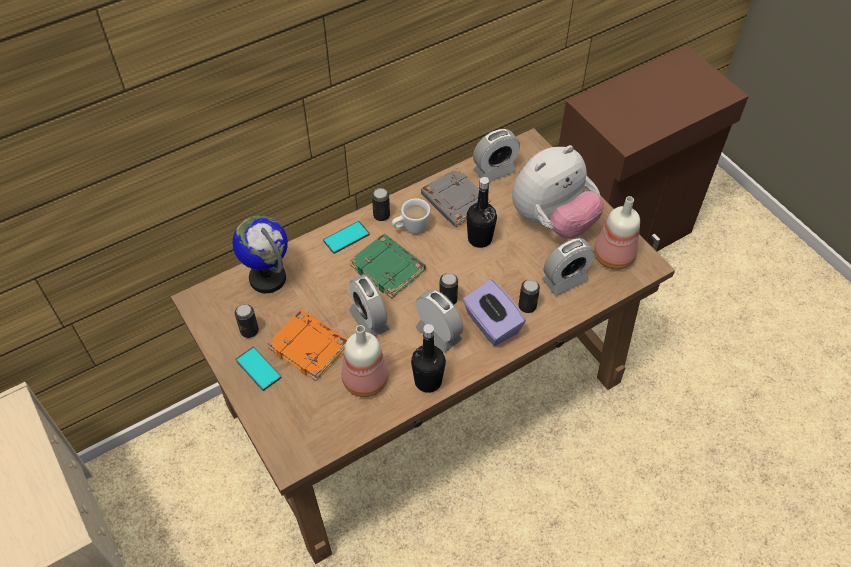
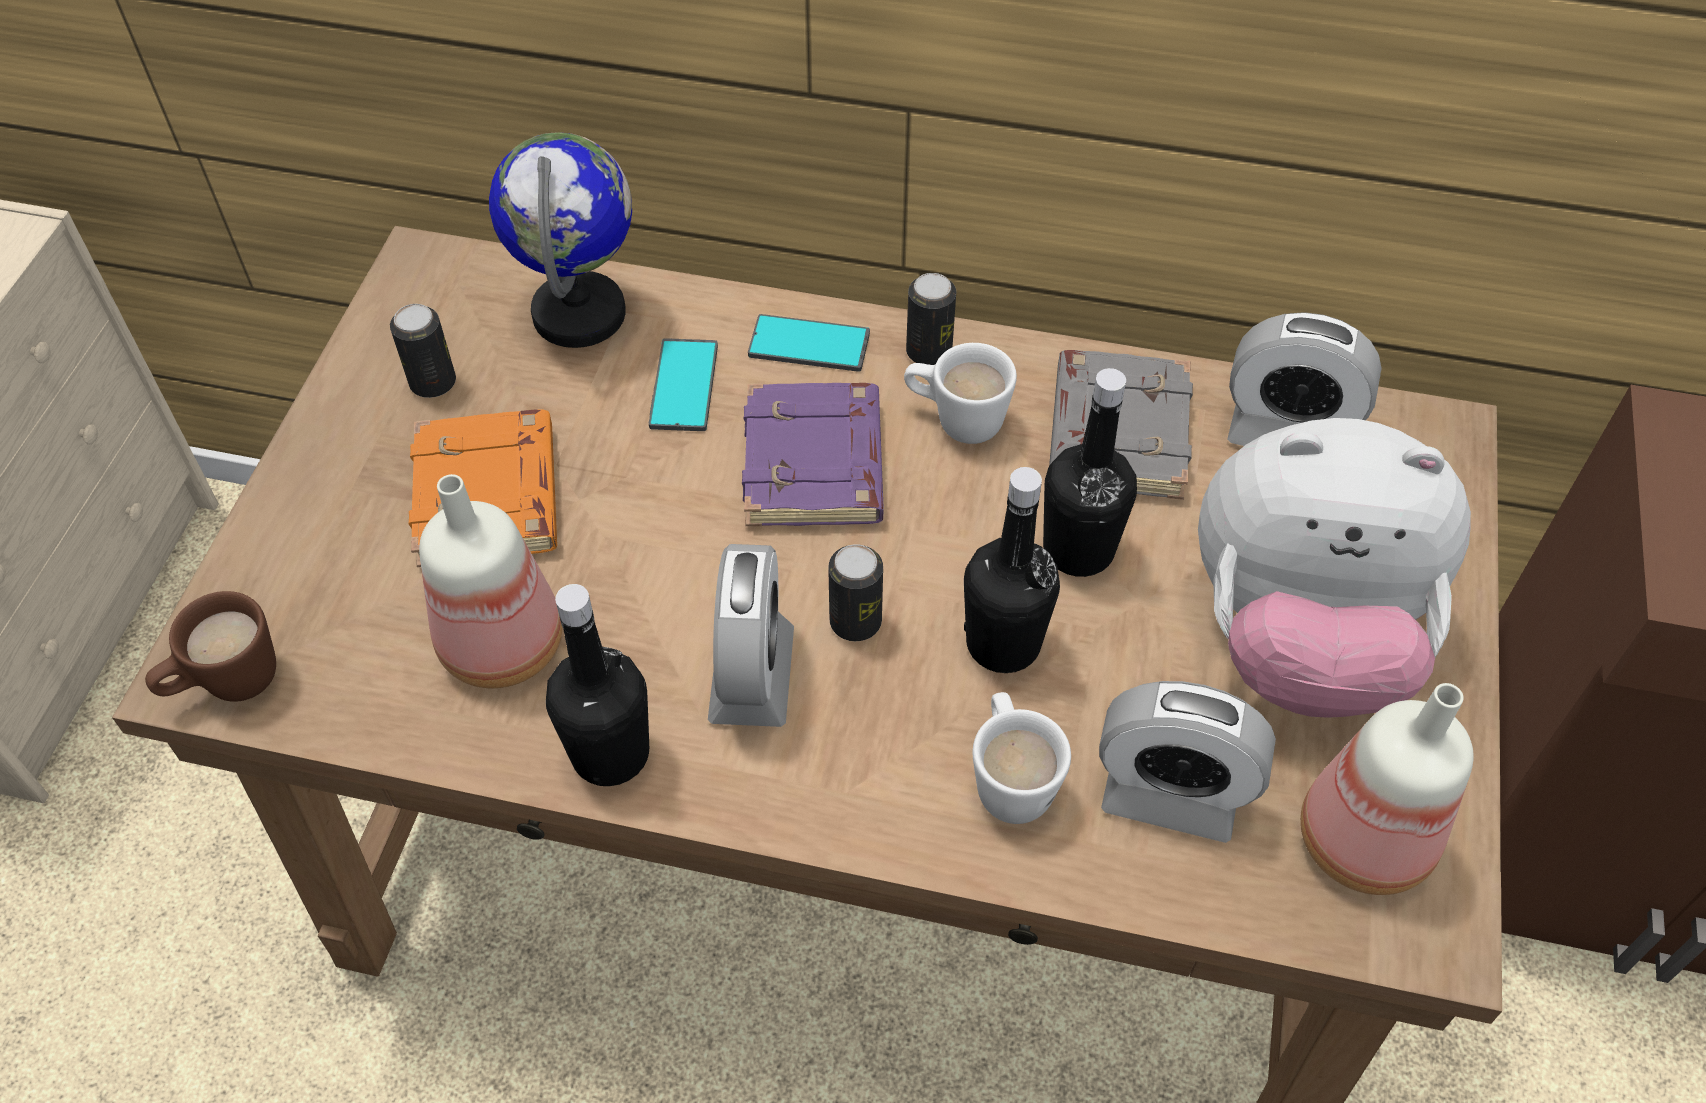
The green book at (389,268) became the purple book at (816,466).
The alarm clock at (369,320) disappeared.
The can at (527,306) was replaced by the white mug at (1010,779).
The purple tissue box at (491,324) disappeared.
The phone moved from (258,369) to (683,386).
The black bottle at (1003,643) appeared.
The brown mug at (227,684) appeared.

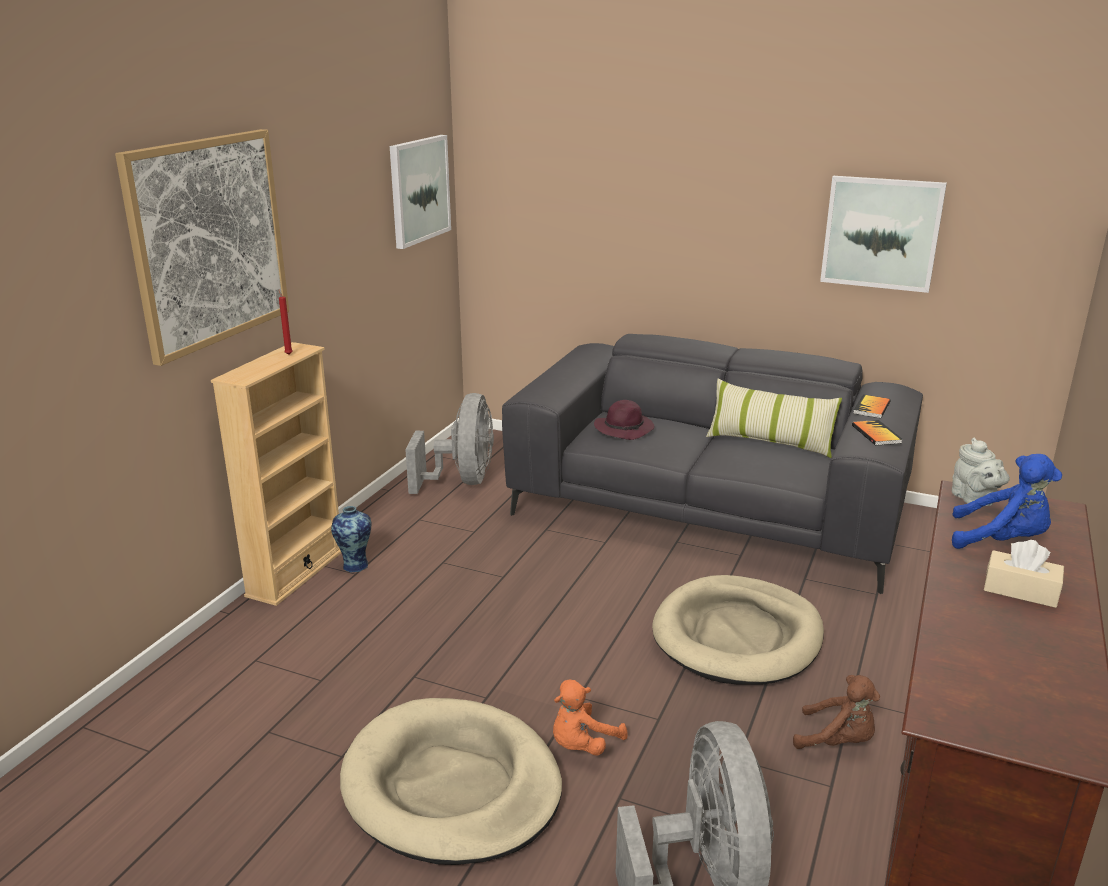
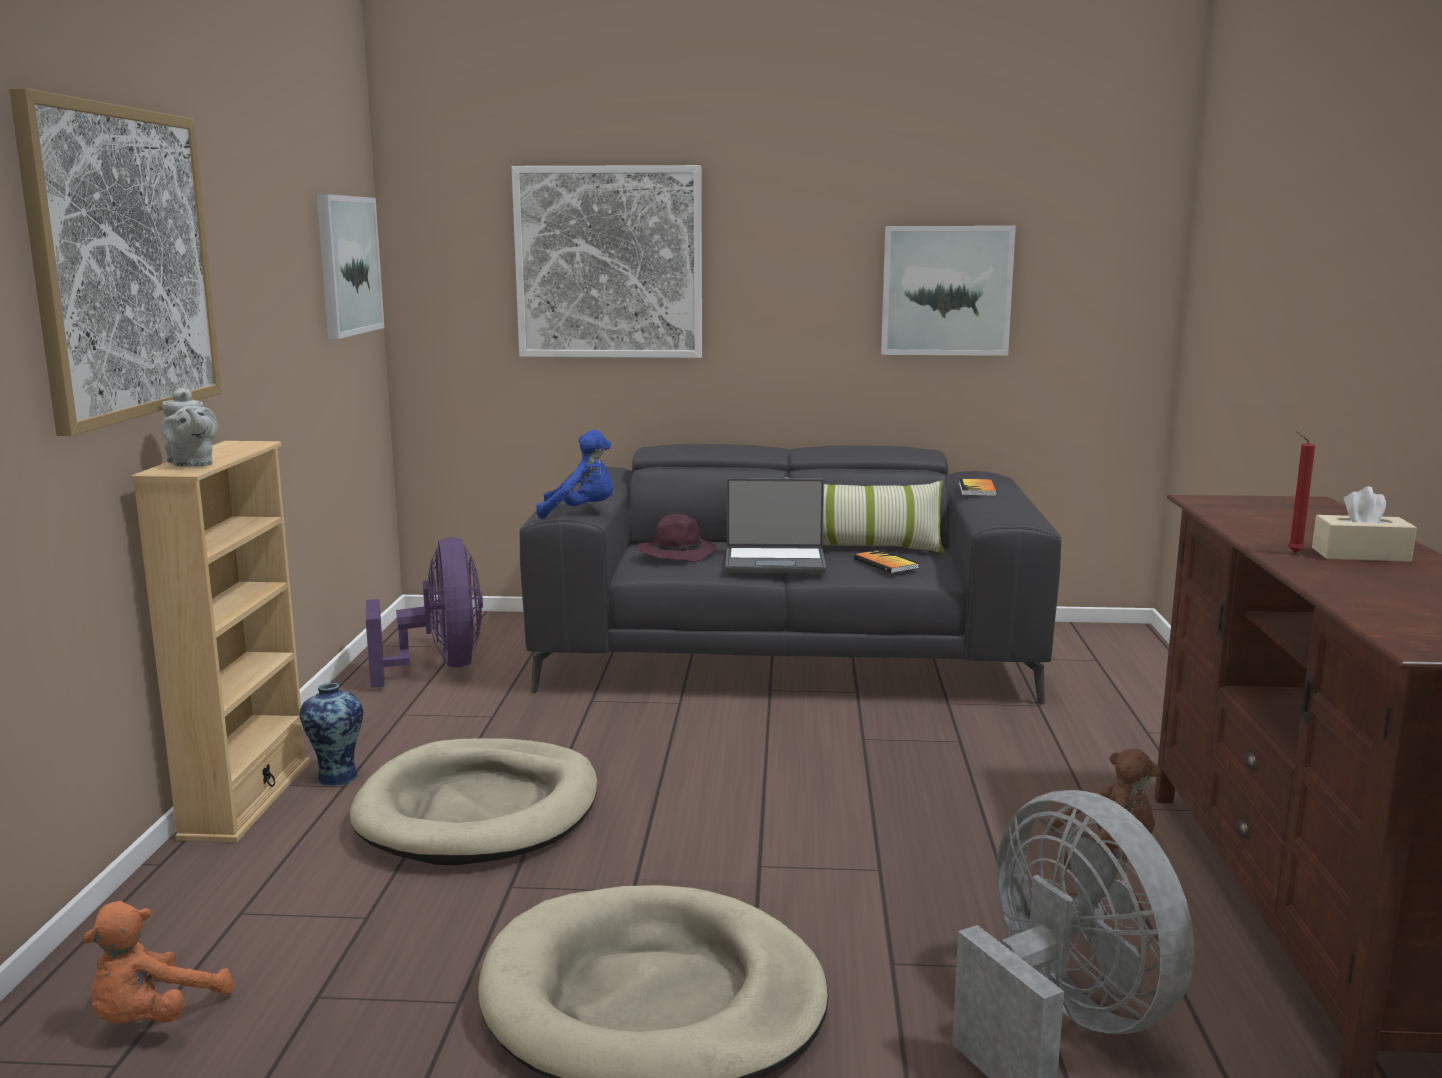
The red candle moved from (288,354) to (1292,552).
The grey fan at (462,481) became the purple fan at (440,667).
The book moved from (876,434) to (886,563).
The grey teapot moved from (974,500) to (191,464).
The blue plush toy moved from (1001,541) to (581,512).
The beige dog bed moved from (737,636) to (479,810).
The orange plush toy moved from (582,745) to (153,1018).
The picture at (609,263) appeared.
The laptop at (775,562) appeared.

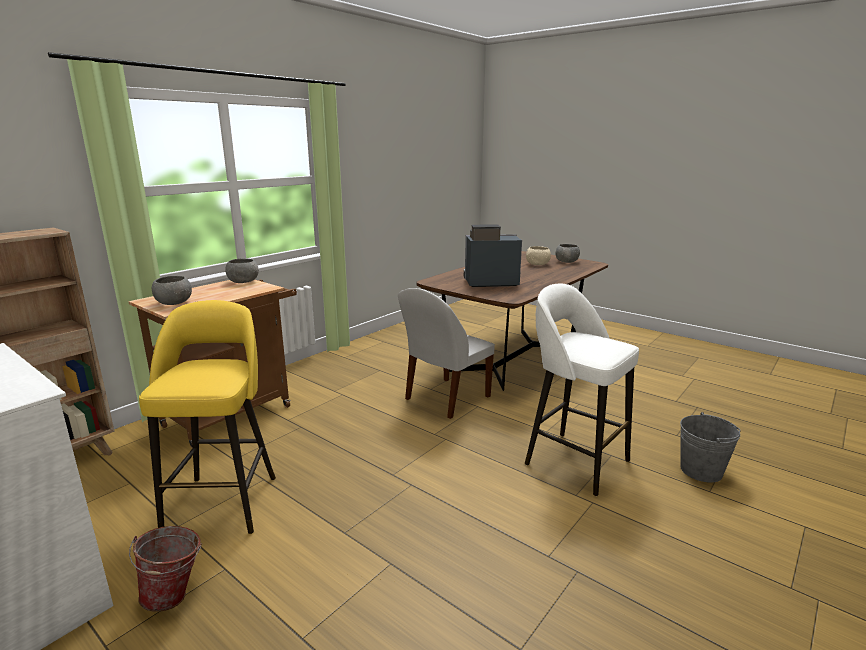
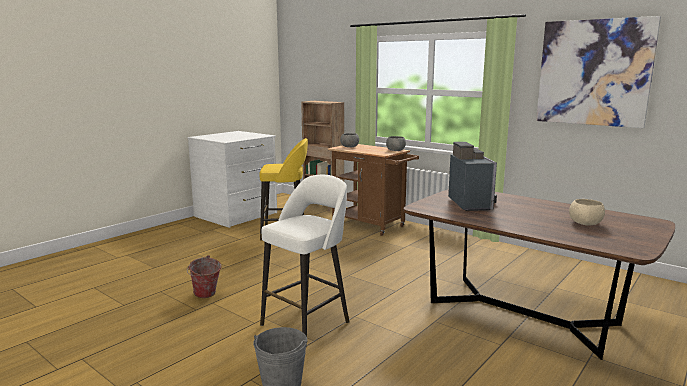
The grey bowl at (566,262) disappeared.
The white chair at (446,399) disappeared.
The bucket moved from (176,595) to (206,296).
The picture at (593,73) appeared.

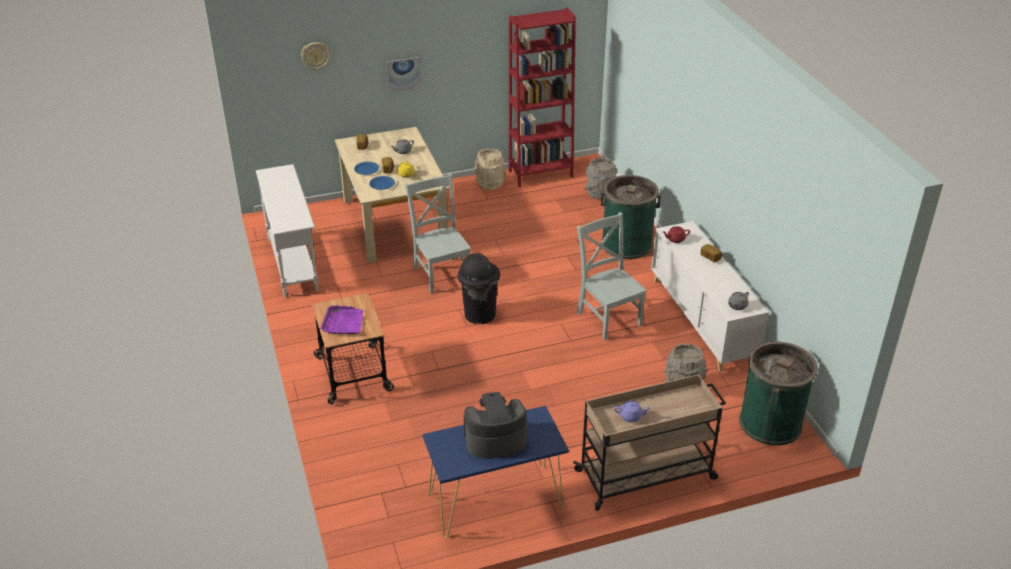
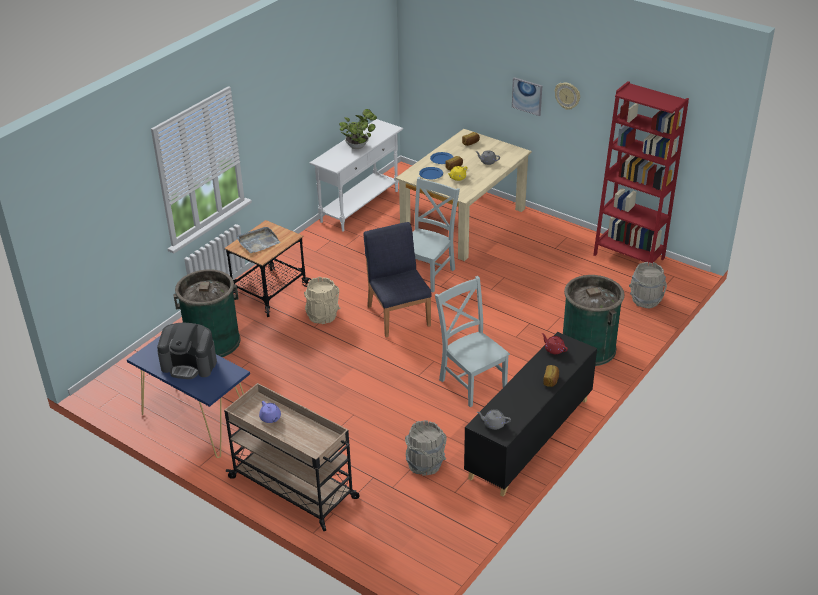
The wall clock moved from (315,55) to (567,95).
The beige bucket moved from (490,183) to (323,316).
The grey chair at (608,317) turned 60 degrees counterclockwise.
The white cabinet at (702,320) became the black cabinet at (529,439).
The black trash can at (479,314) was replaced by the blue chair at (398,315).
The purple tray at (343,322) became the grey tray at (258,242).
The green trash can moved from (770,423) to (213,341).
The coffee machine at (495,439) turned 150 degrees clockwise.
The potted plant at (358,146) appeared.

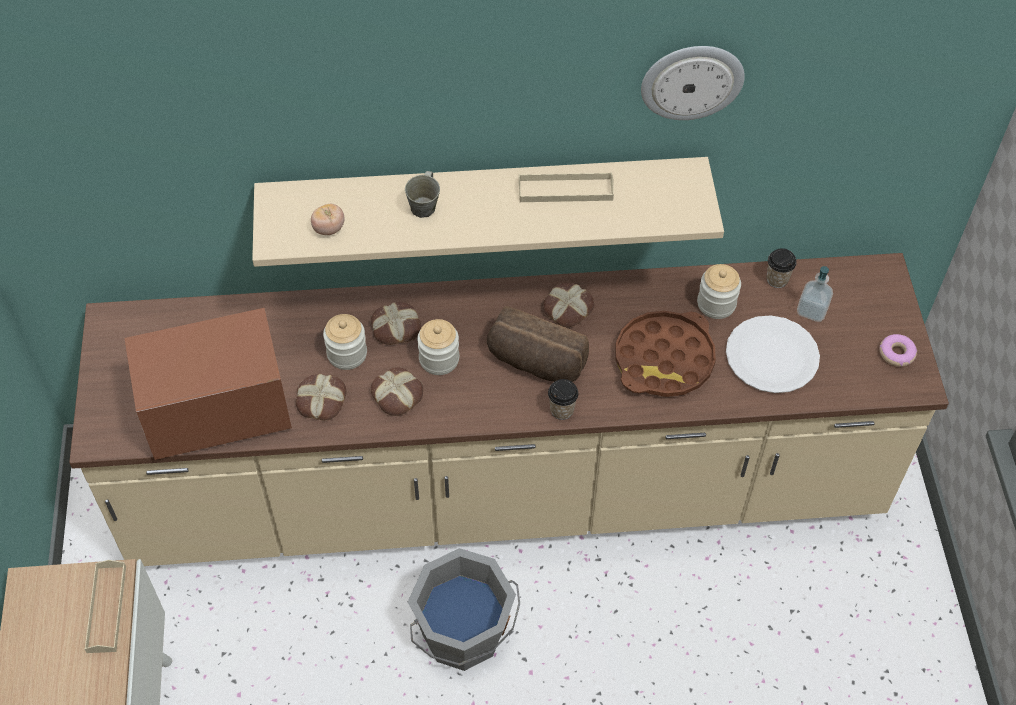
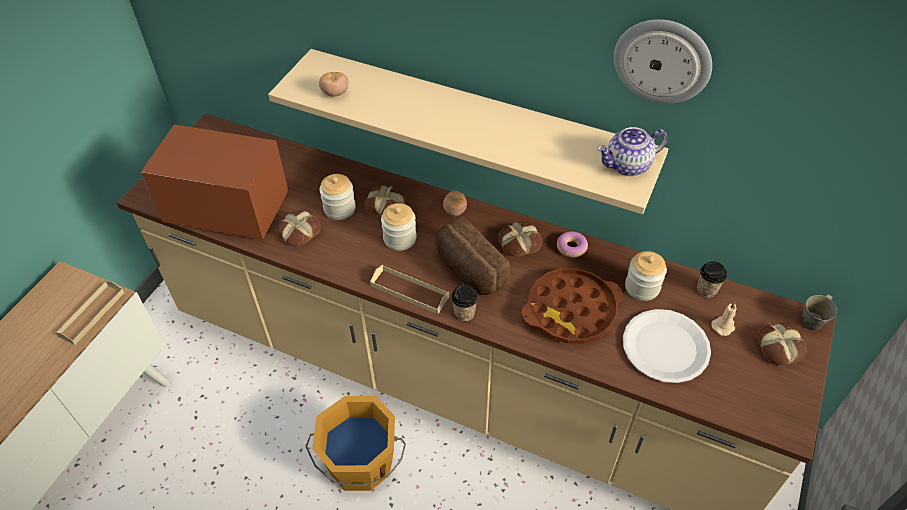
The grey mug moved from (424,207) to (812,321).
The beige tray moved from (565,190) to (409,291).
The soap dispenser at (812,310) was replaced by the beige candle at (723,326).
The donut moved from (896,354) to (571,247).
The bread moved from (398,395) to (780,347).
The grey bucket at (463,634) became the orange bucket at (361,464).
The teapot at (627,166) appeared.
The tomato at (455,211) appeared.

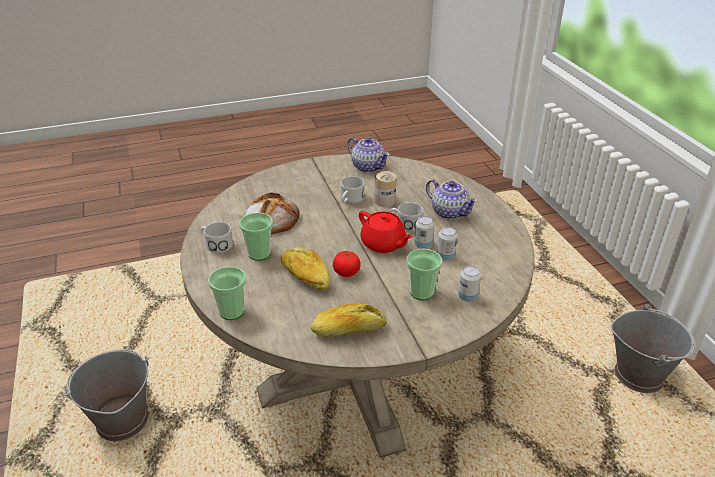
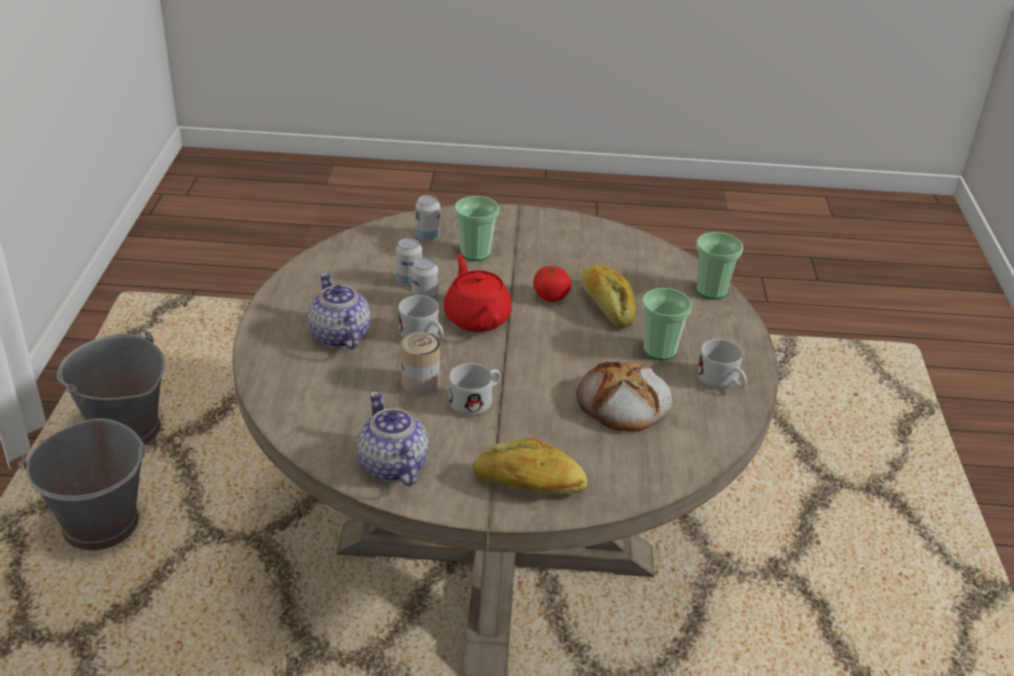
The bread moved from (348,330) to (529,484).
The grey bucket moved from (121,421) to (102,525).

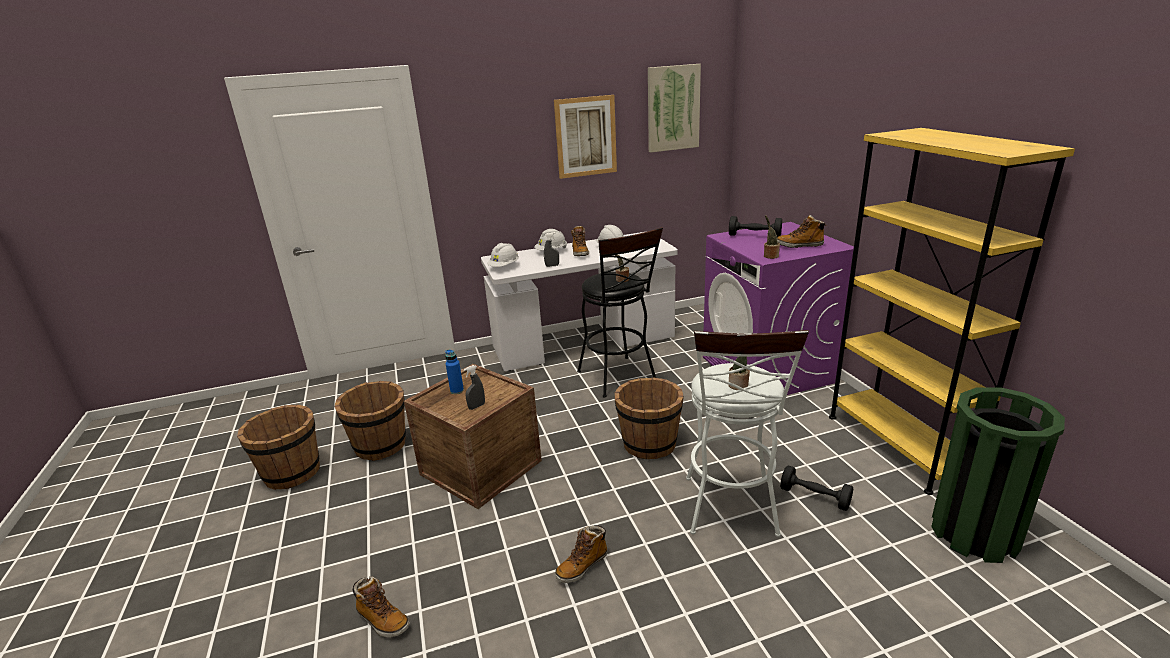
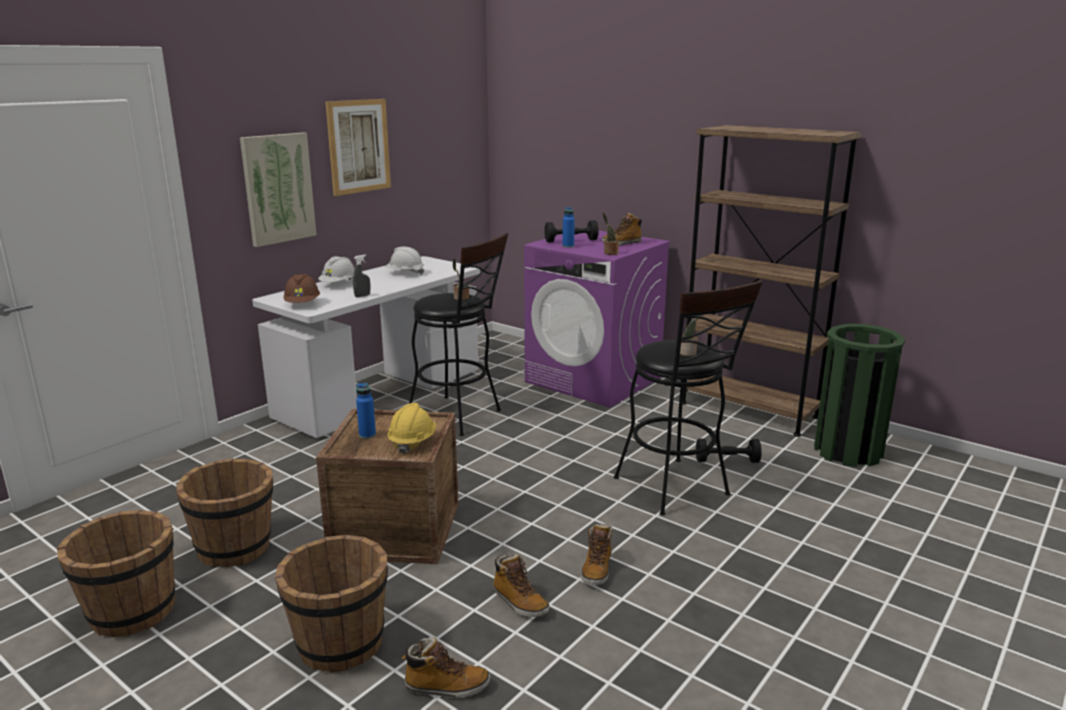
The picture moved from (673,108) to (278,188).
The yellow bookcase at (898,445) became the brown bookcase at (748,410).
The boot moved from (580,253) to (519,602).
The white hard hat at (504,267) became the brown hard hat at (302,304).
The white stool at (731,512) became the black stool at (677,490).
The grey spray bottle at (476,406) was replaced by the yellow hard hat at (412,442).
The brown bucket moved from (649,444) to (340,643).
The blue bottle at (568,246) appeared.

